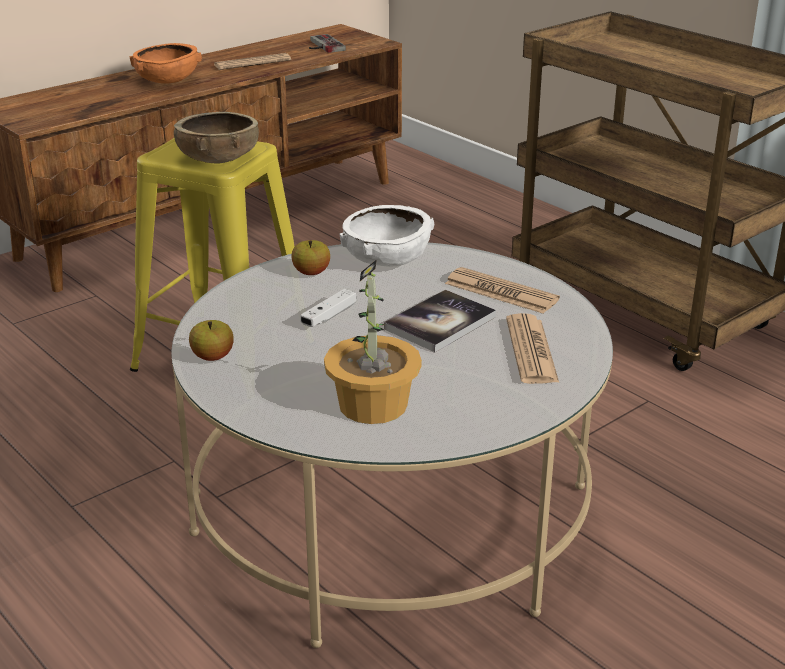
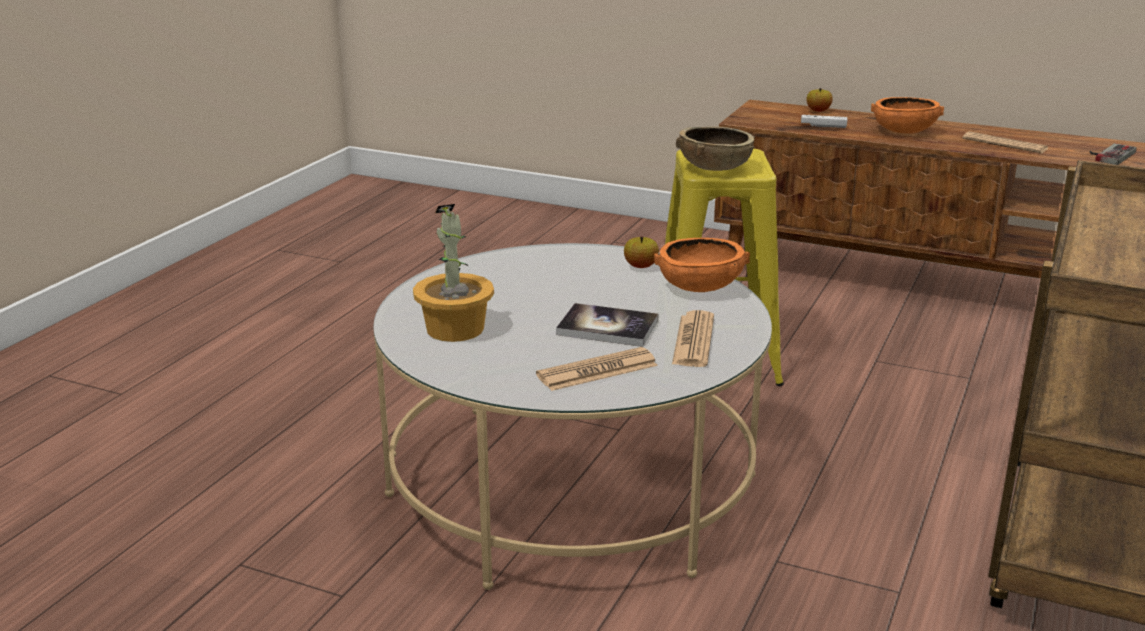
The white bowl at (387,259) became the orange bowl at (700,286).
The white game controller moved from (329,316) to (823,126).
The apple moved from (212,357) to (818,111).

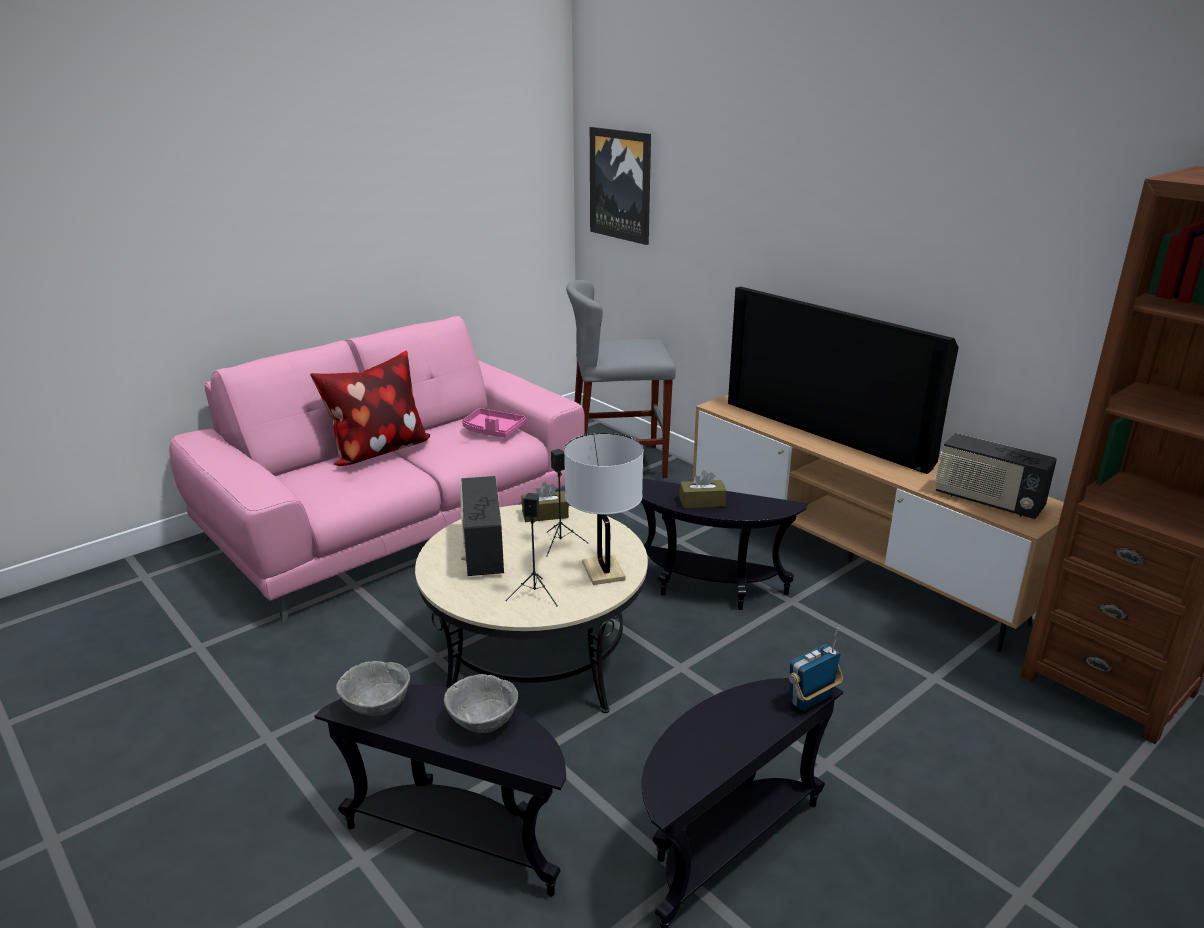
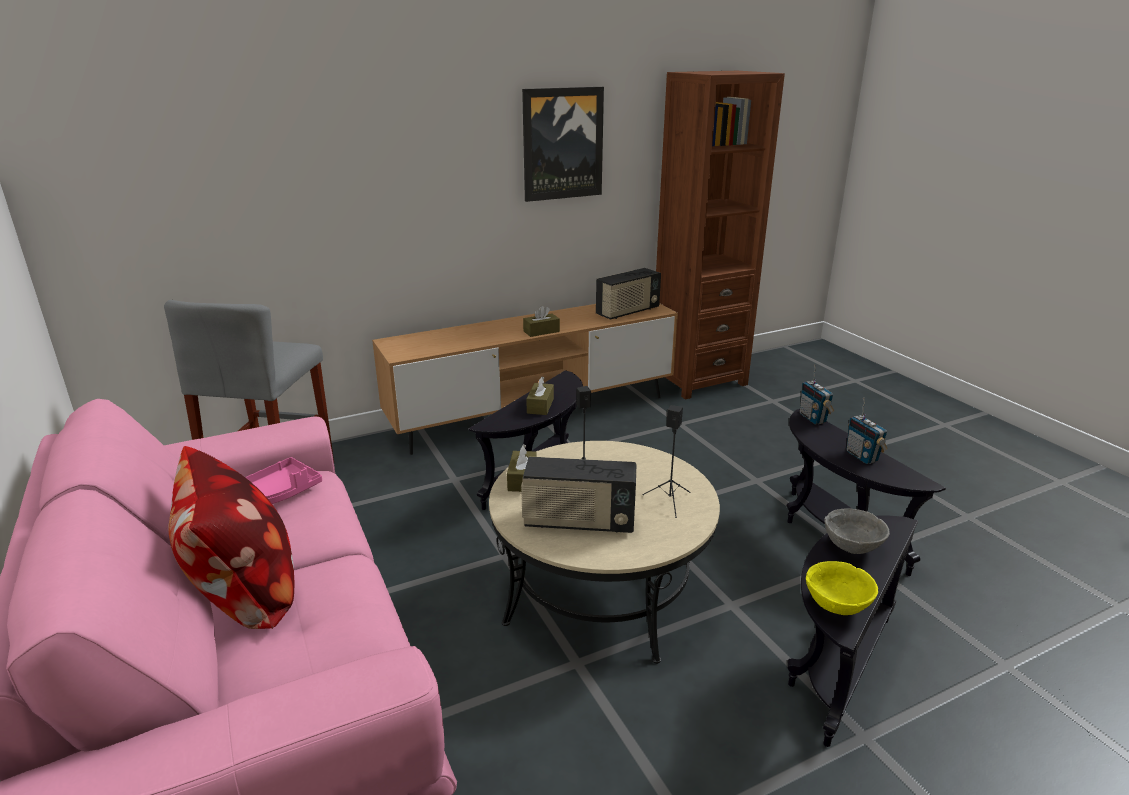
The picture moved from (621,185) to (562,144).
The television at (828,432) disappeared.
The white table lamp at (603,571) disappeared.
The grey bowl at (376,707) became the yellow bowl at (837,606).
The brown tissue box at (541,331) appeared.
The radio at (862,456) appeared.

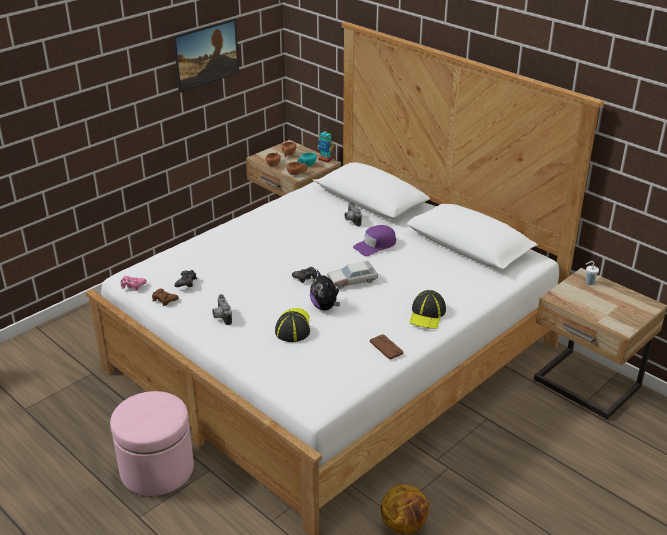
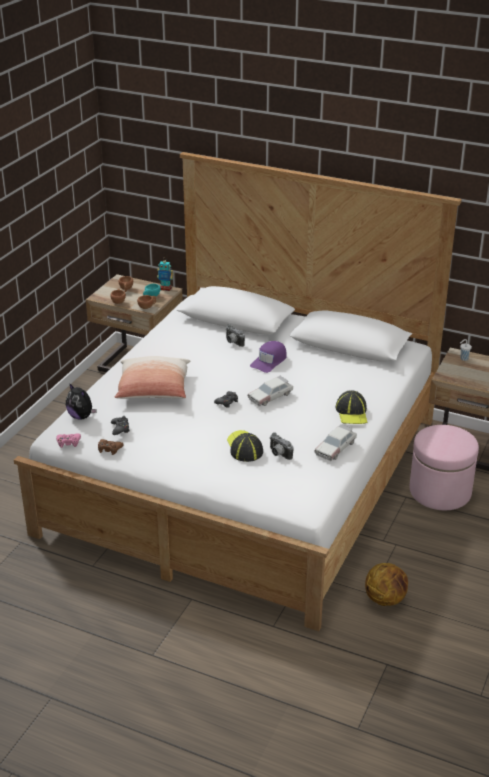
The picture at (208,68) disappeared.
The plush toy moved from (325,307) to (81,416).
The photo camera moved from (221,317) to (278,454).
The brown game controller at (386,347) was replaced by the toy car at (335,447).
The pink ottoman moved from (157,469) to (440,491).
The pillow at (154,390) appeared.

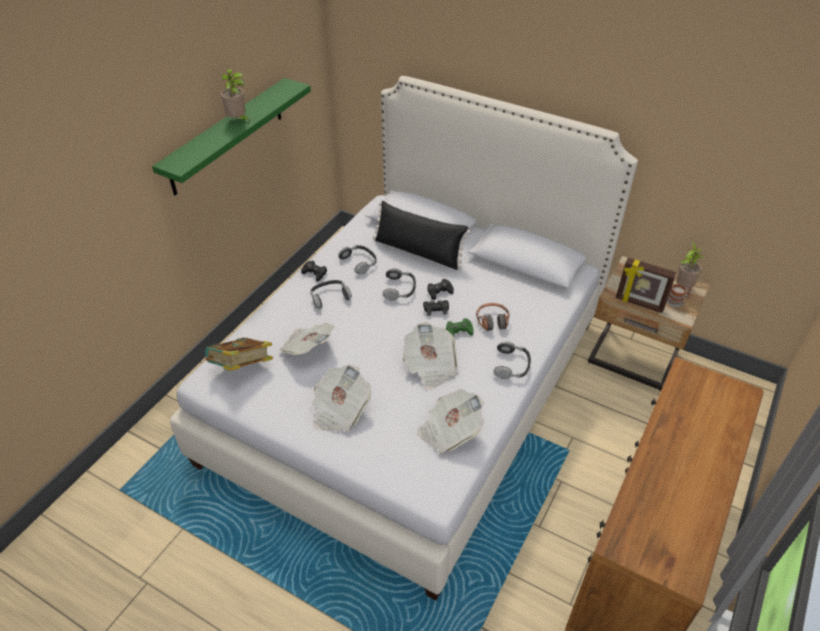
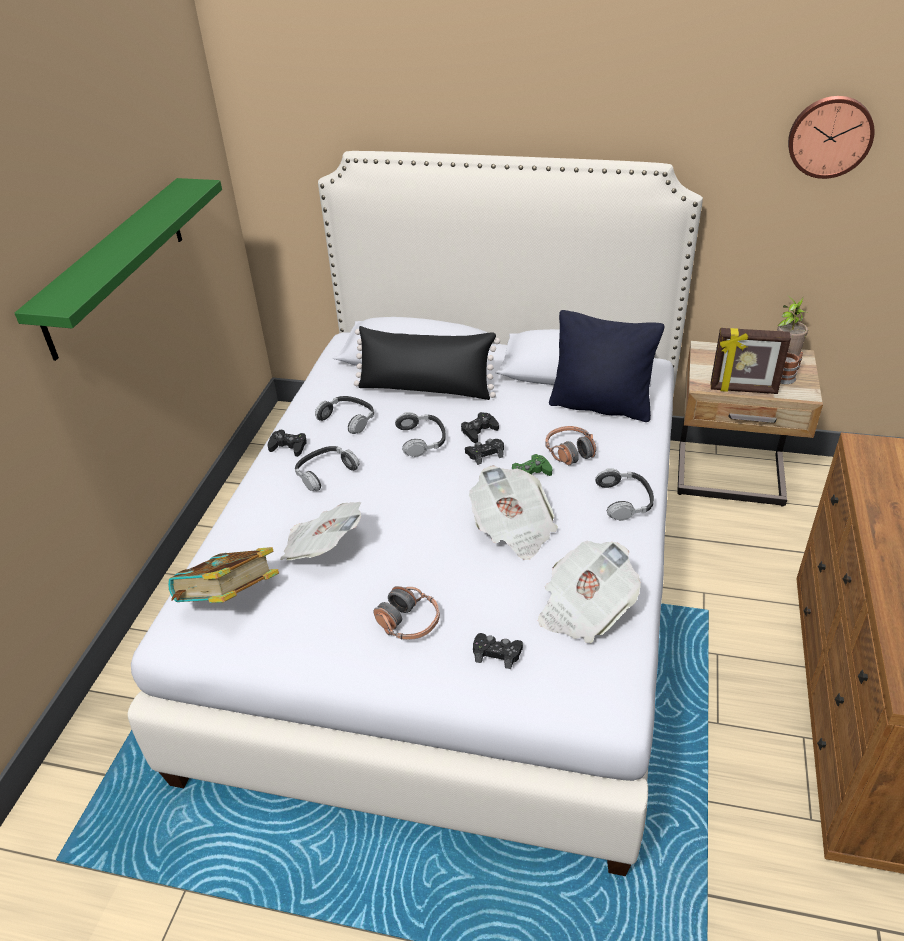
The potted plant at (238,120) disappeared.
The newspaper at (339,410) was replaced by the headphones at (409,622).
The wall clock at (830,136) appeared.
The black pillow at (601,406) appeared.
The black game controller at (497,653) appeared.

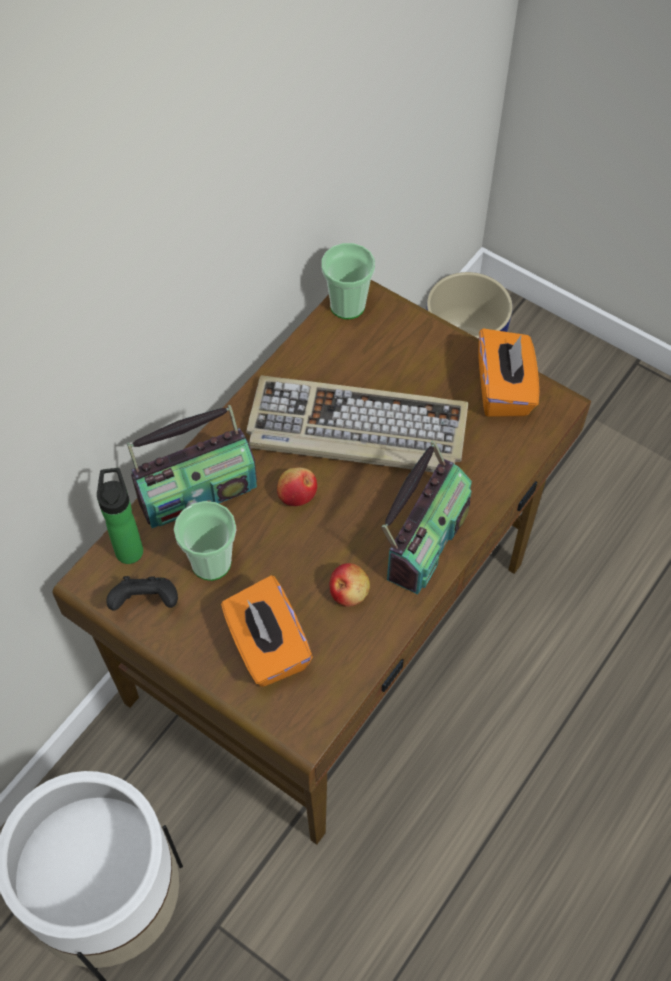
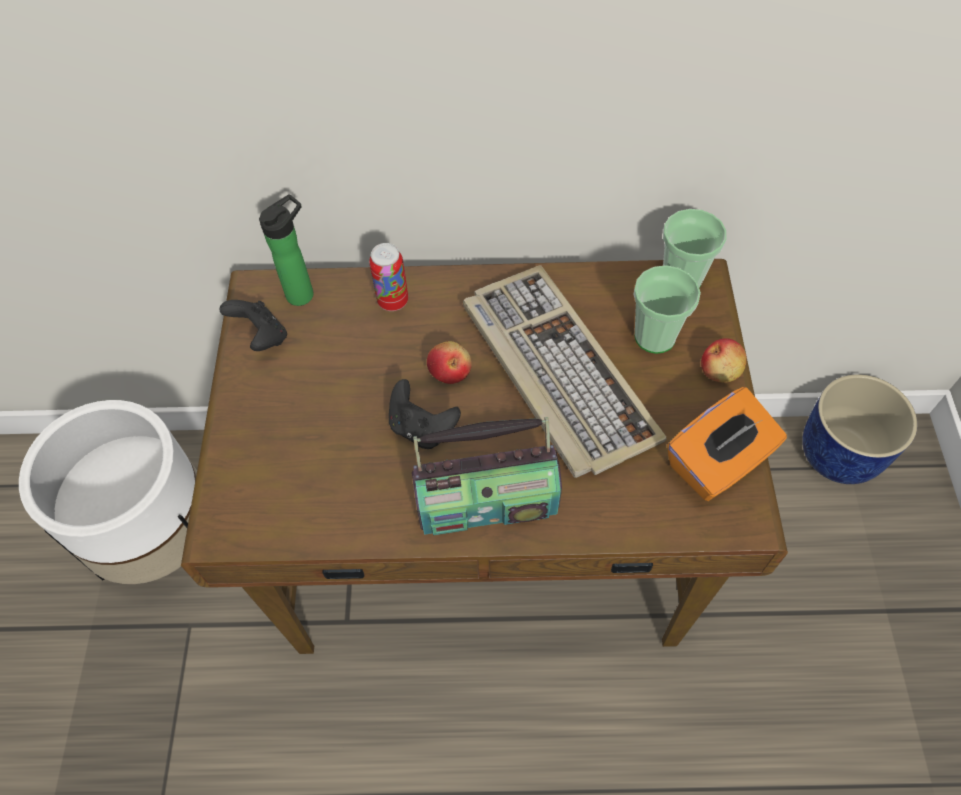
The radio at (197,491) was replaced by the can at (393,301).
The cup moved from (211,563) to (655,336).
The apple moved from (349,592) to (720,370).
The orange tissue box at (267,647) disappeared.
The black game controller at (422,428) appeared.

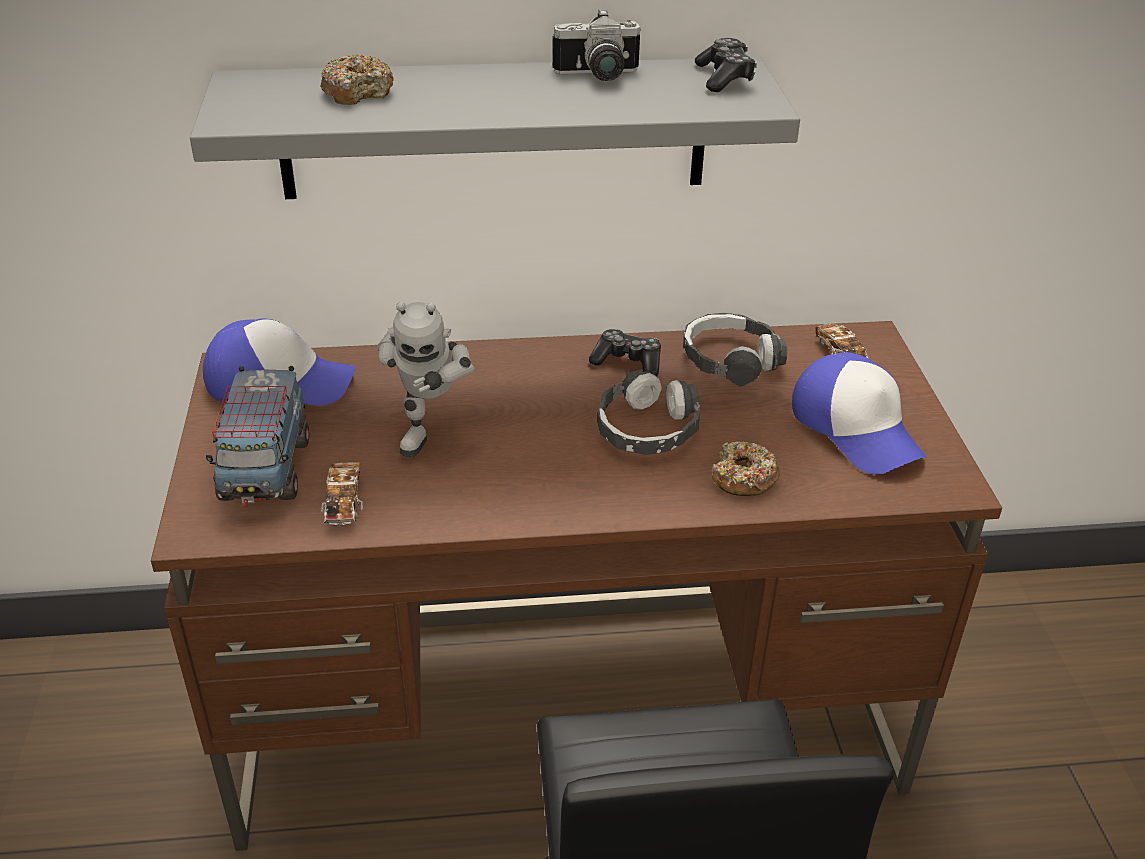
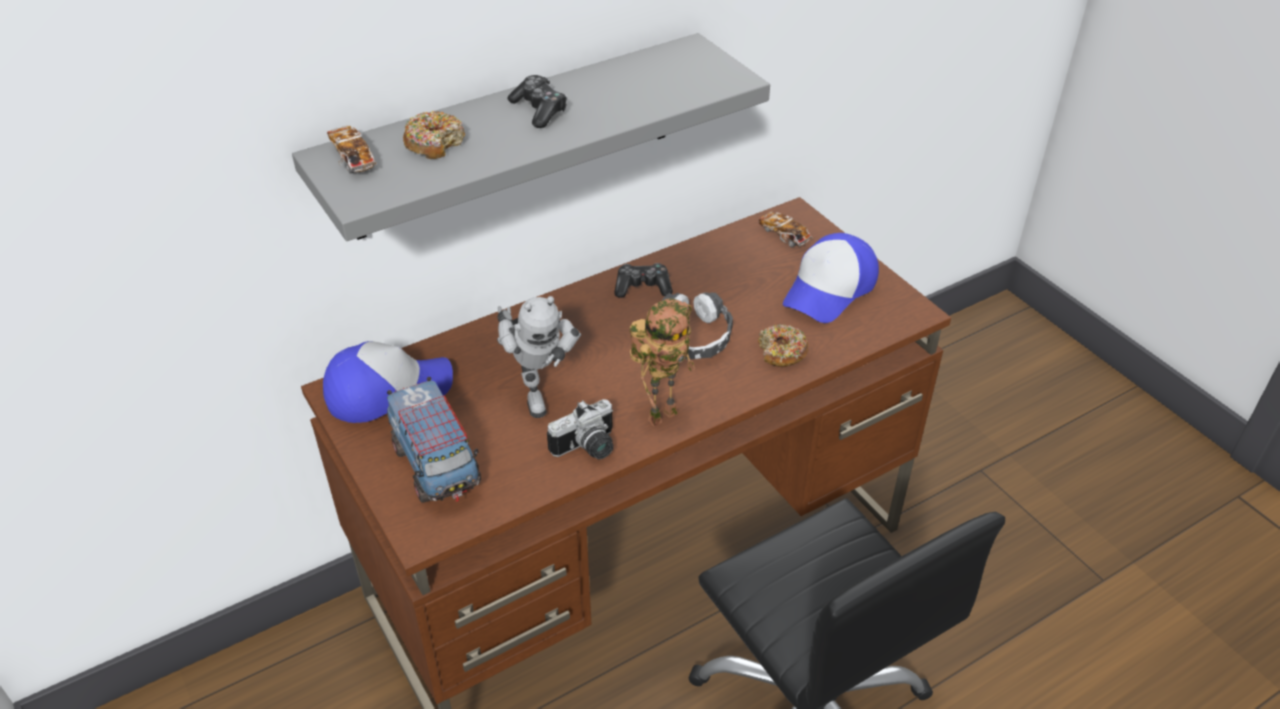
The photo camera moved from (598,76) to (588,449).
The game controller moved from (724,78) to (539,110).
The headphones at (730,360) disappeared.
The cap at (856,429) turned 90 degrees clockwise.
The toy car moved from (344,503) to (353,159).
The toy robot at (662,414) appeared.

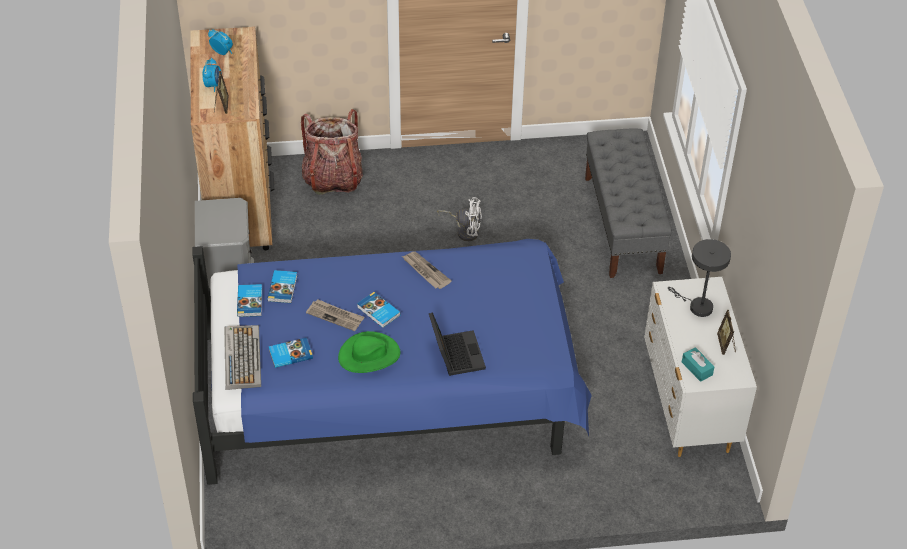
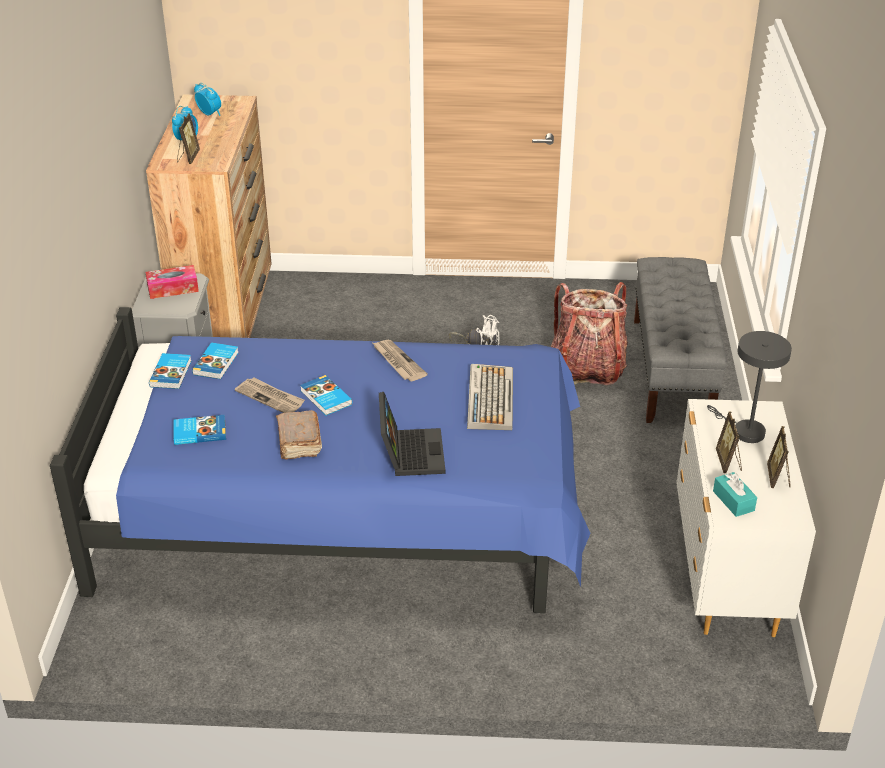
The backpack moved from (333,178) to (587,368).
The keyboard moved from (241,357) to (489,398).
The green hat at (369,355) was replaced by the brown book at (298,443).
The tissue box at (173,288) appeared.
The picture frame at (728,462) appeared.

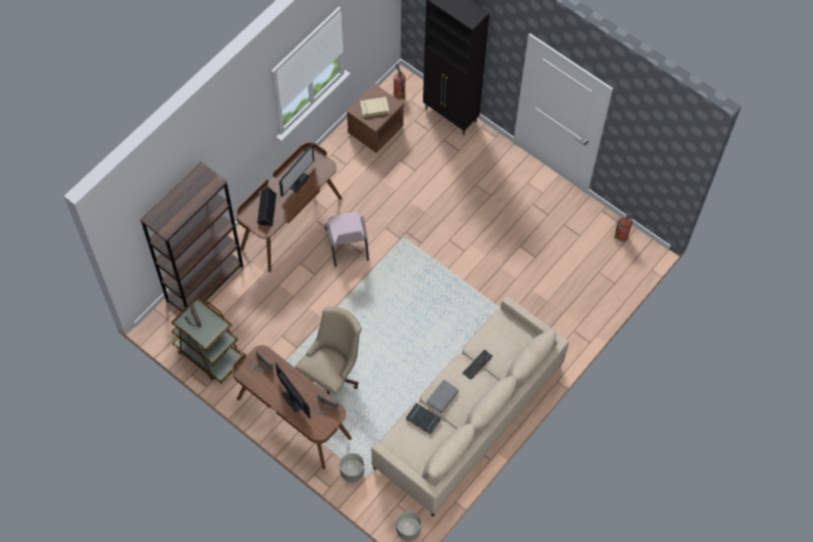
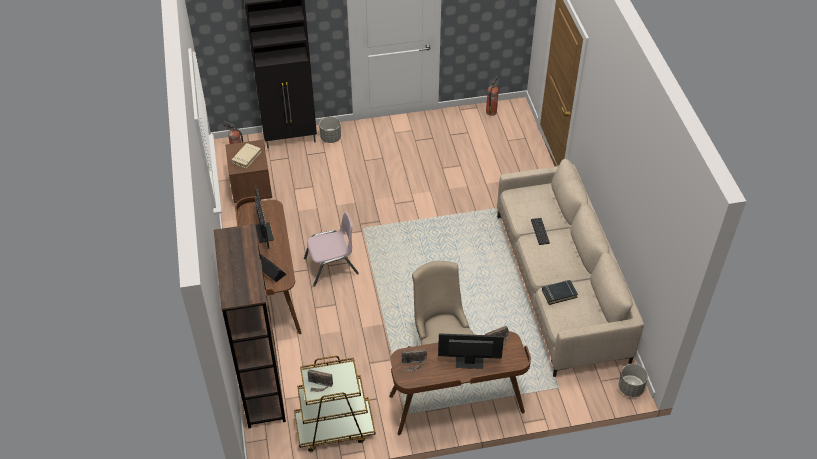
The pink chair at (347,244) turned 45 degrees counterclockwise.
The grey book at (442,397) disappeared.
The grey planter moved from (352,472) to (330,138).

